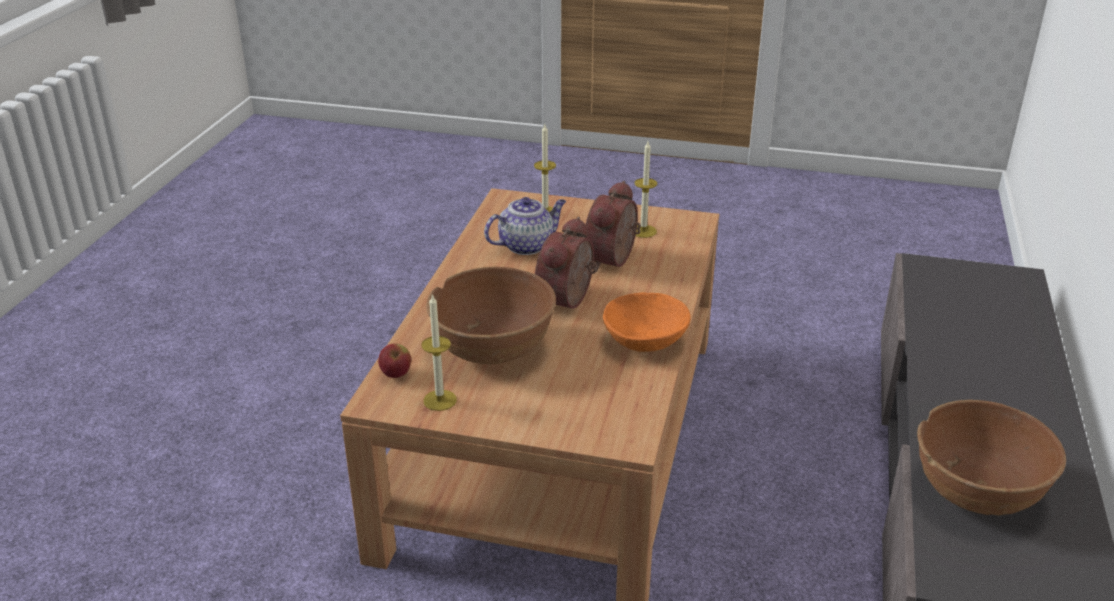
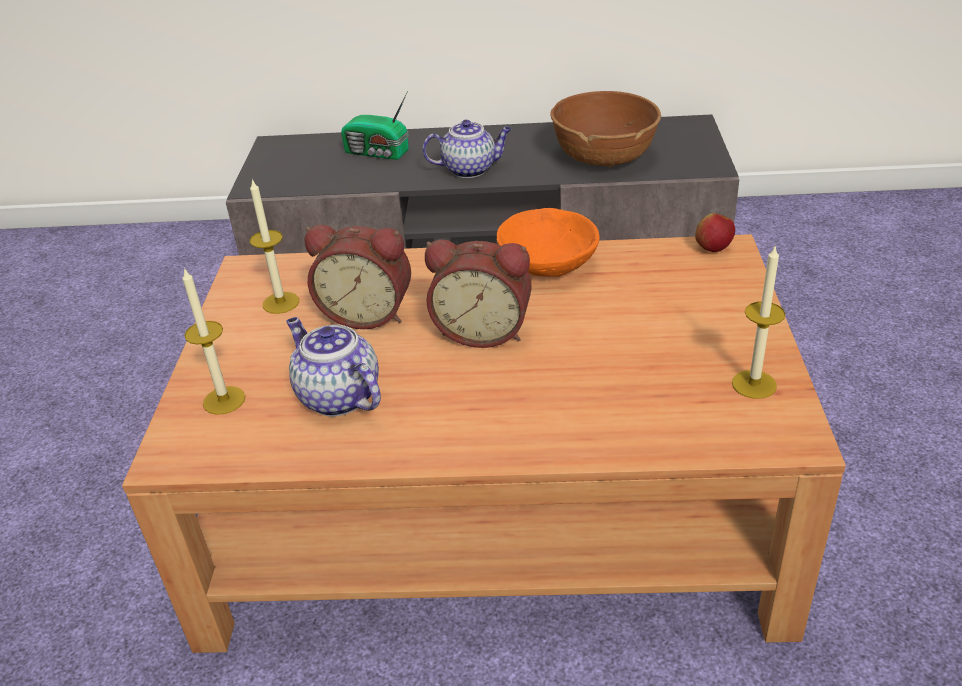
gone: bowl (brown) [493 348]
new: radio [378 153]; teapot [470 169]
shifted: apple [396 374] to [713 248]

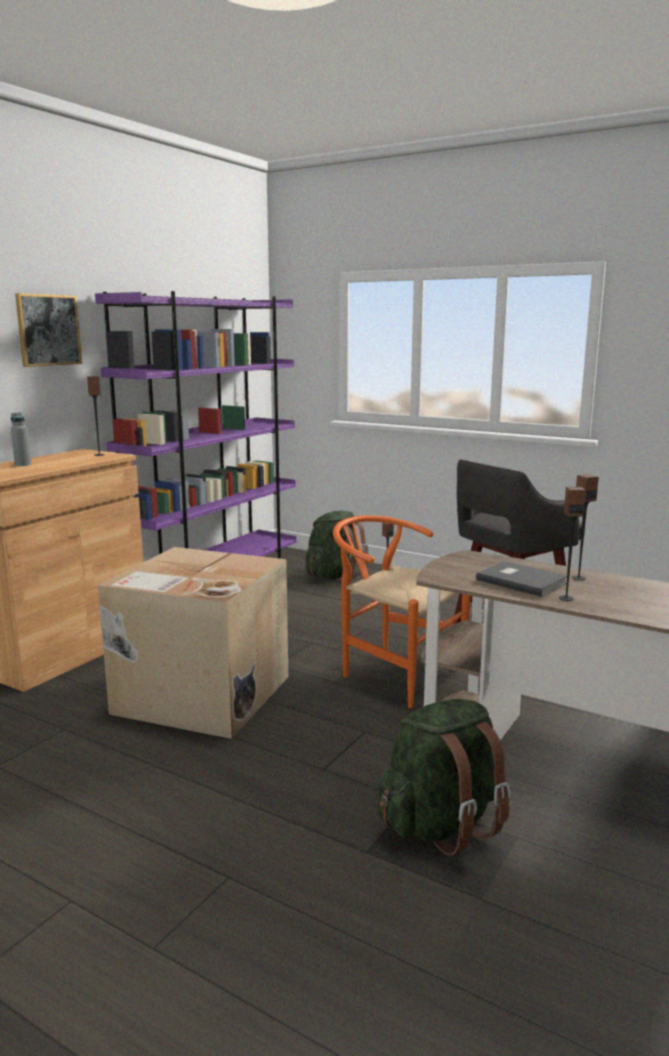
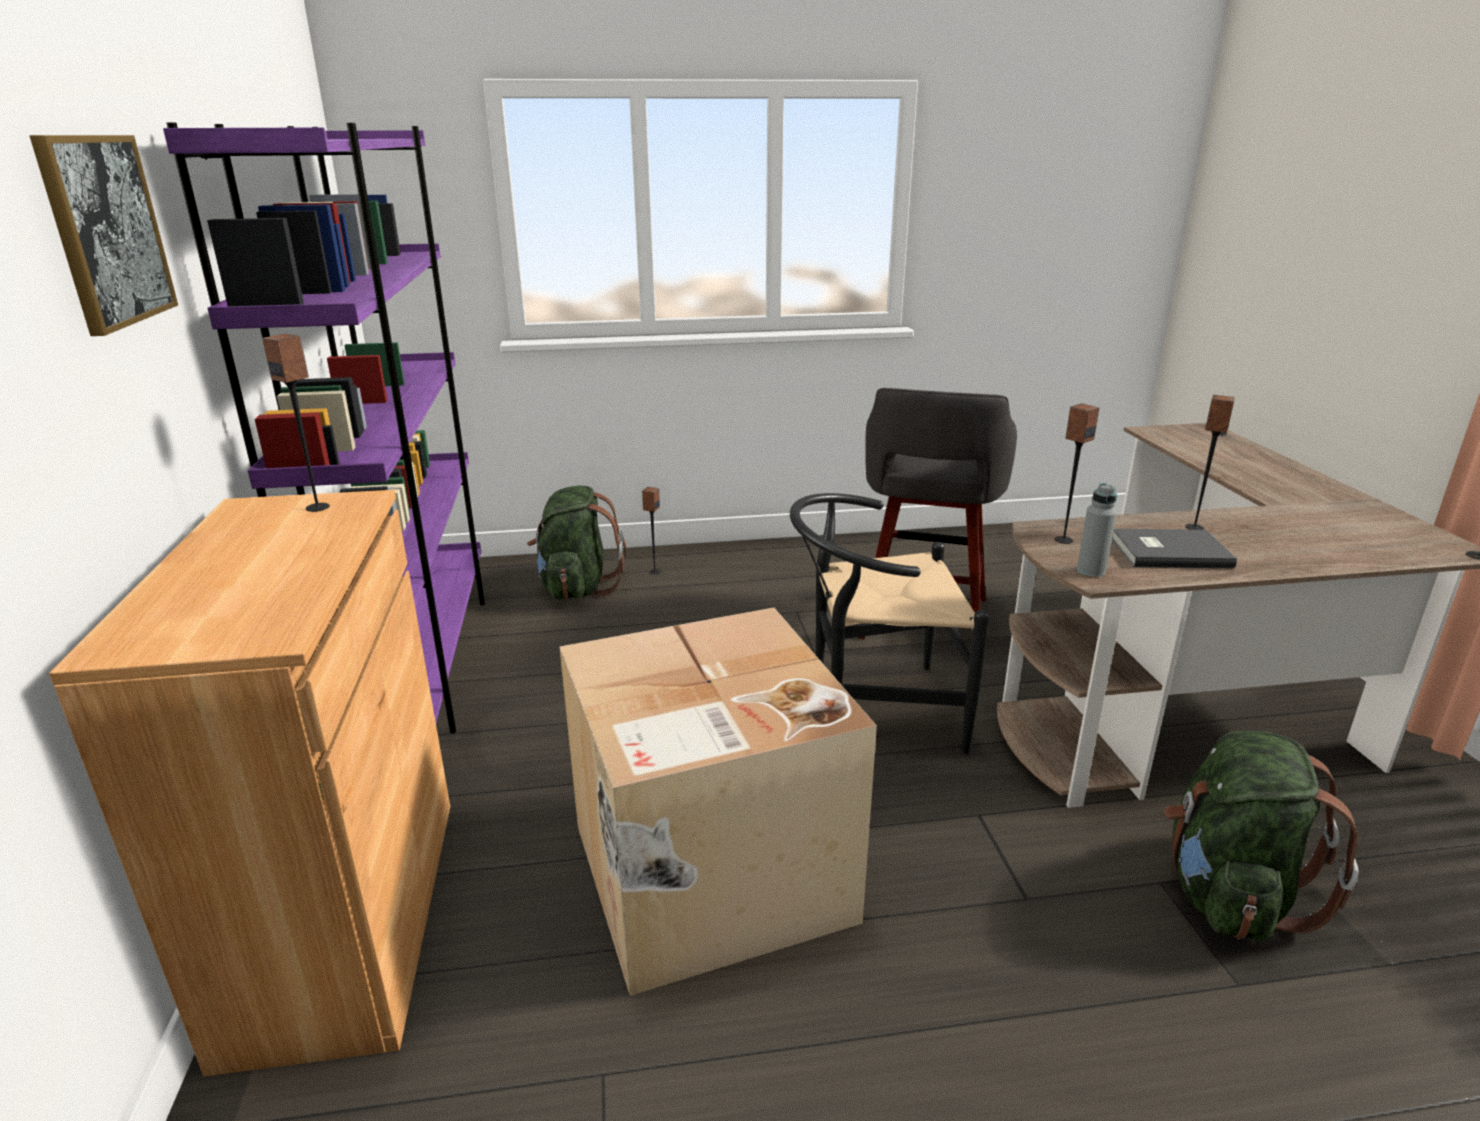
shifted: bottle (grey) [23 464] to [1091 571]; speaker [566 598] to [1063 540]
repainted: chair (orange) [393 672] to chair (black) [872 710]

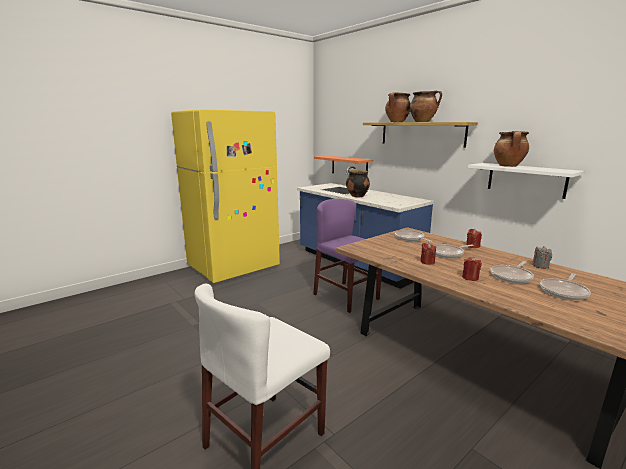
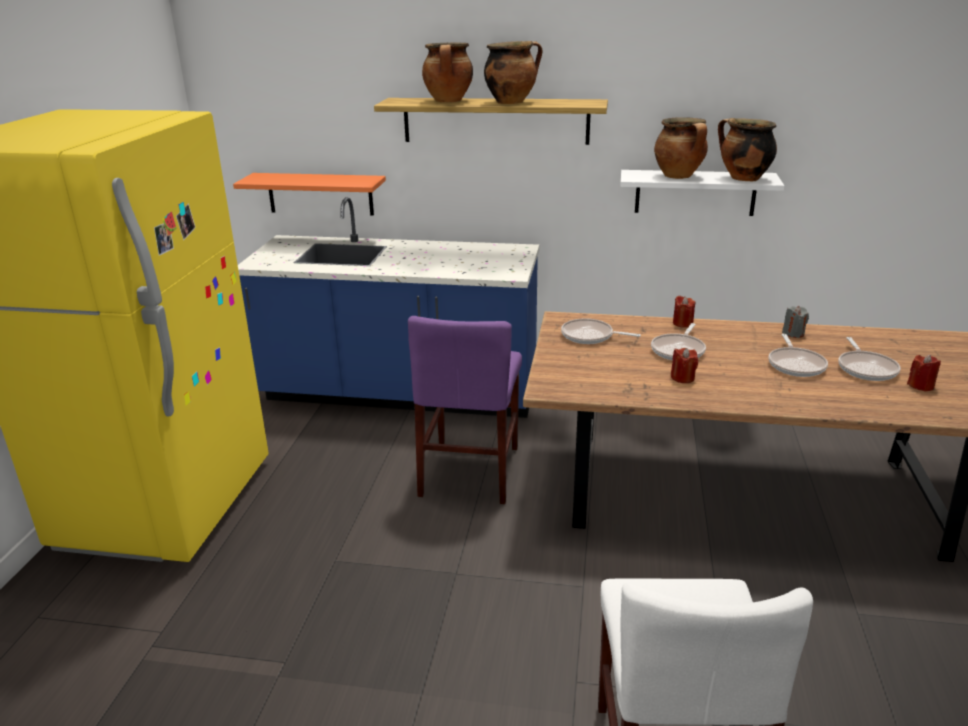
shifted: cooking pot [356 196] to [743 178]; candle (red) [470 278] to [920 386]
rotated: chair (purple) [346 297] = [470 471] 90 degrees counterclockwise

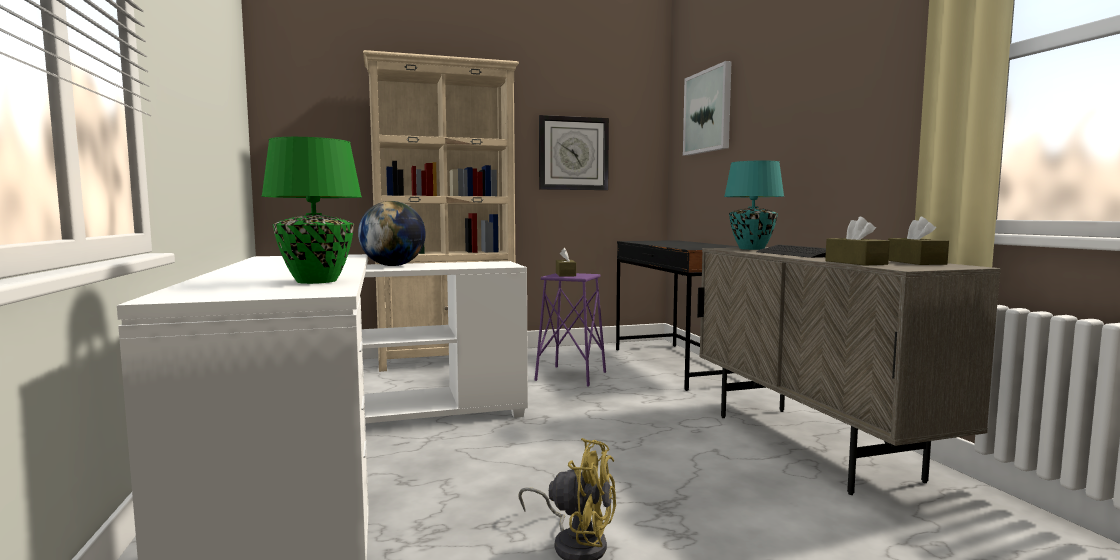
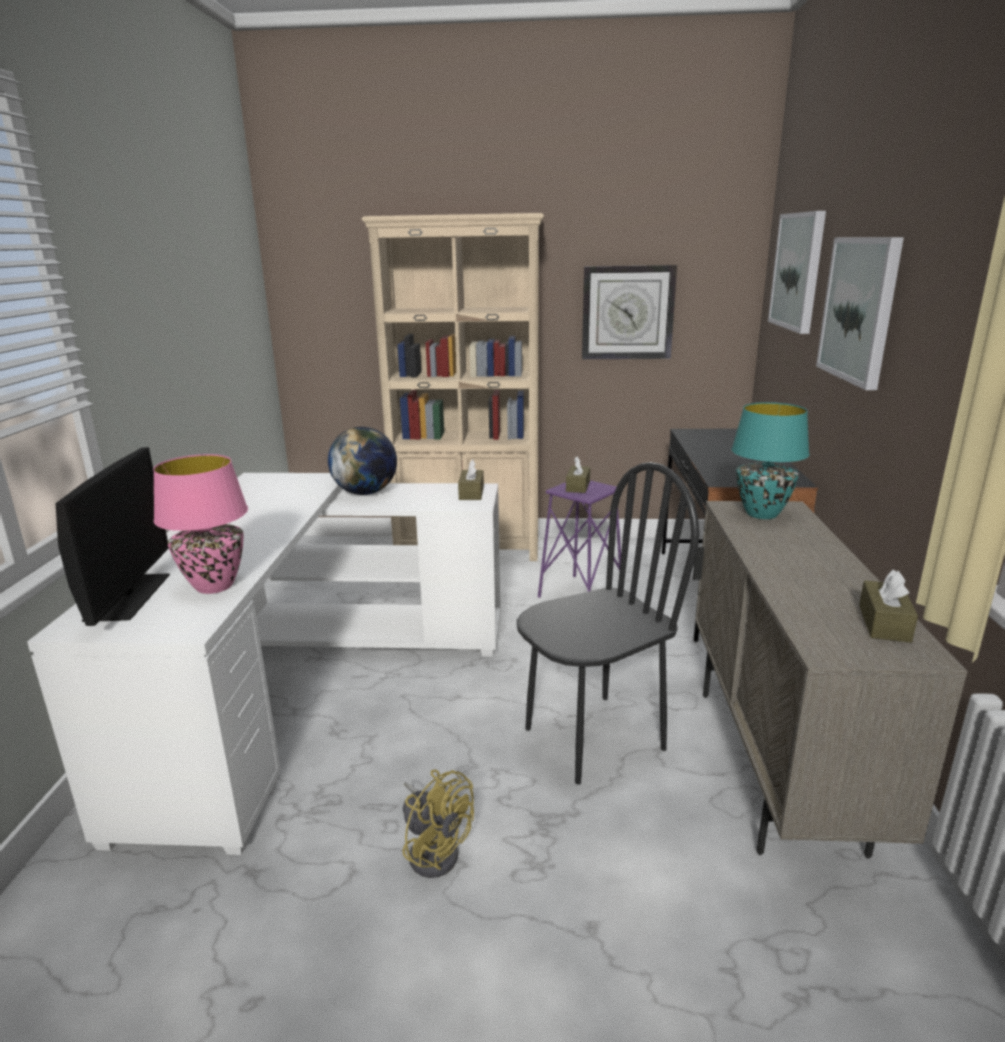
gone: keyboard [795 254]
new: monitor [128 597]; chair (black) [593 738]; picture [860 309]
shifted: tissue box (brown) [855 262] to [471 493]
repainted: table lamp (green) [318 281] to table lamp (pink) [215 586]

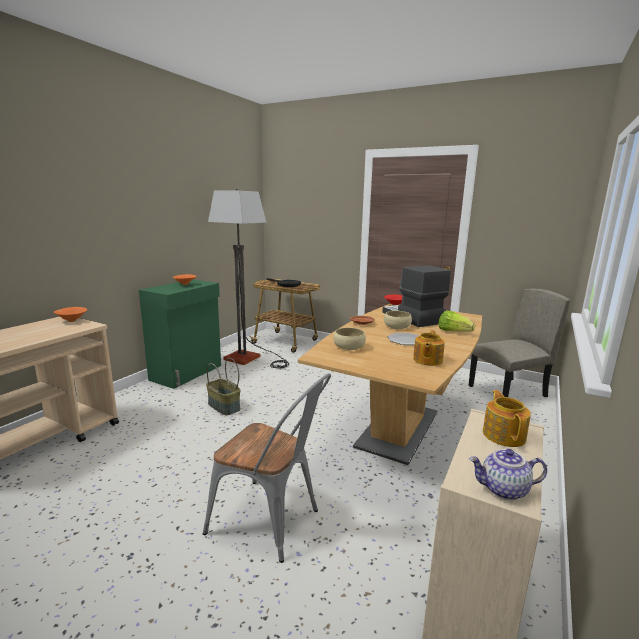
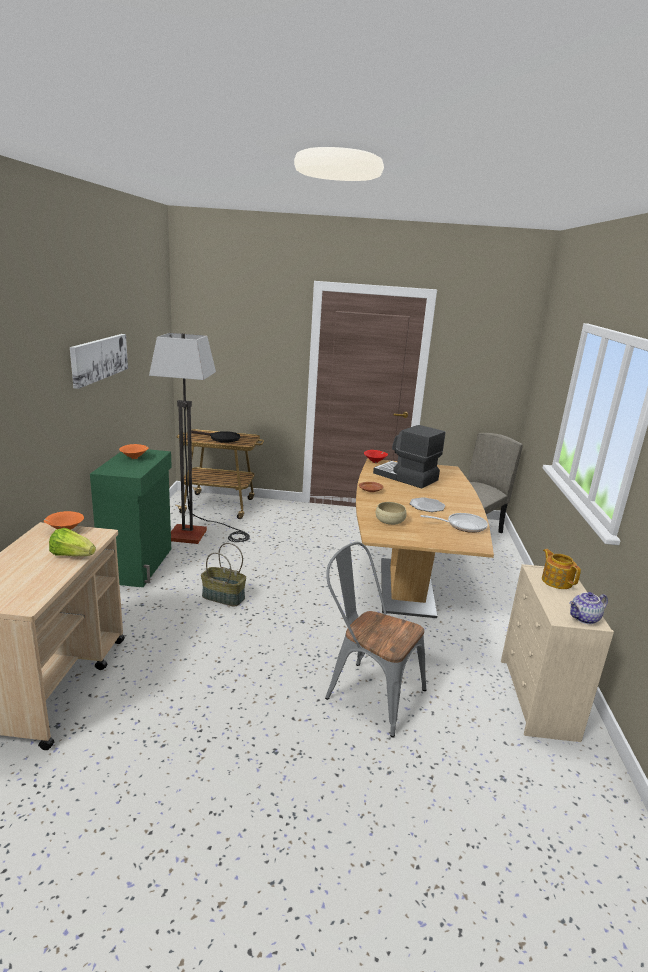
gone: bowl (beige) [397 327]
new: picture [99 358]
shifted: lettuce [453 332] to [72 555]
swapped: teapot [427 360] to frying pan [462 525]
rotated: chair (grey) [272 522] = [367 692] 150 degrees counterclockwise

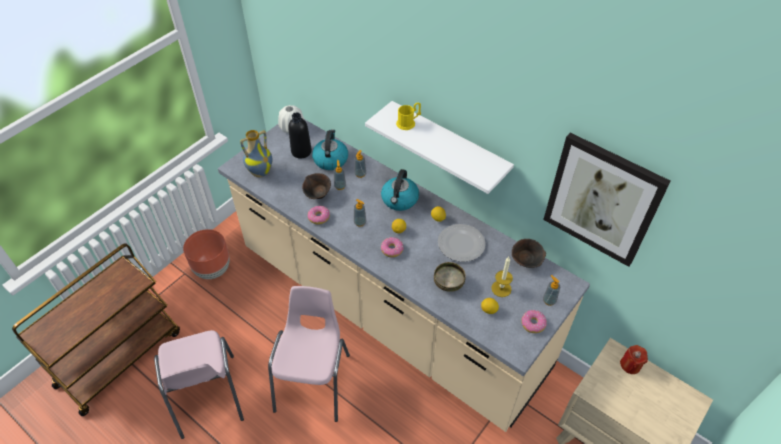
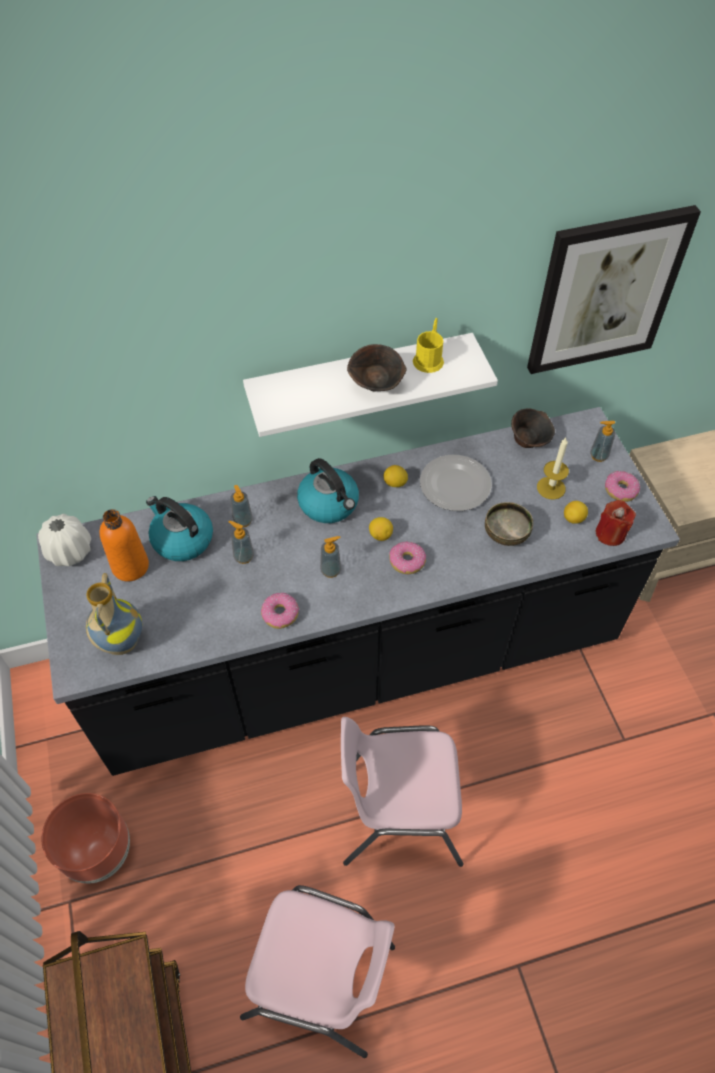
shifted: bowl (brown) [318 195] to [376 385]; mug (yellow) [408 123] to [429 358]; candle (red) [630 365] to [610 534]
repainted: counter (beige) [390 309] to counter (black) [357 656]; bottle (black) [301 151] to bottle (orange) [130 566]
rotated: chair (pink) [314 382] = [398 814] 45 degrees counterclockwise

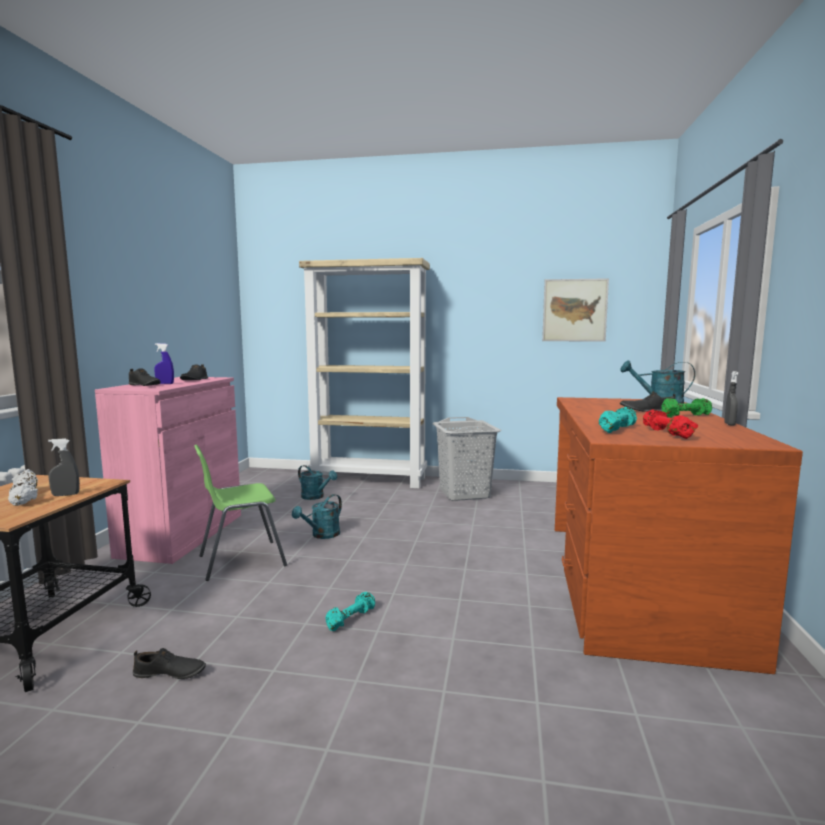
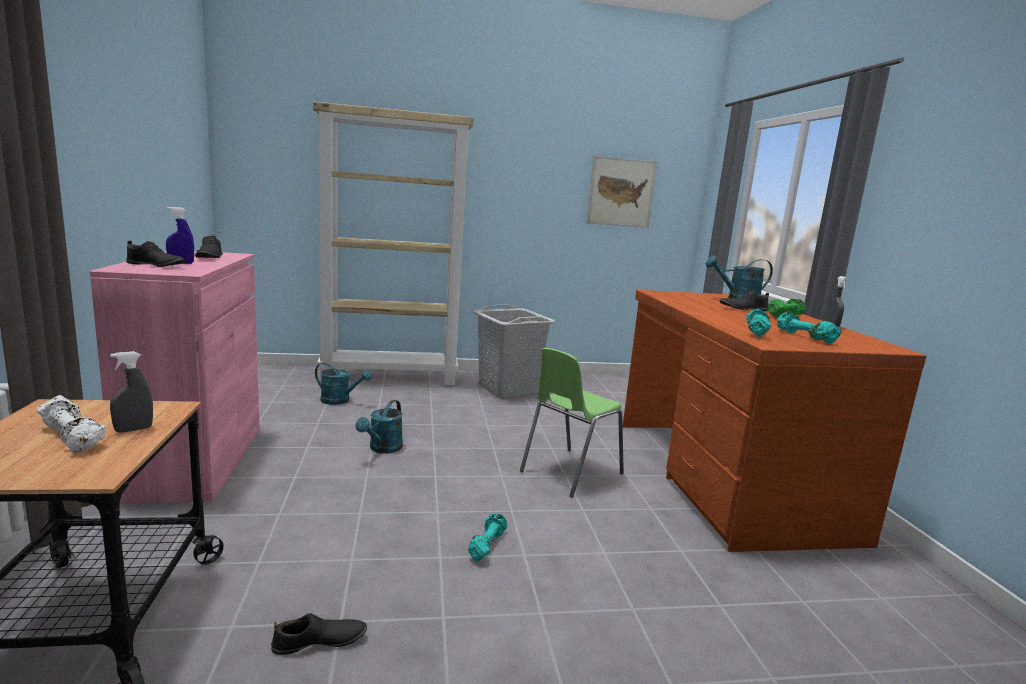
shifted: chair (green) [241 560] to [569 472]
repainted: dumbbell (red) [666 433] to dumbbell (turquoise) [803 337]

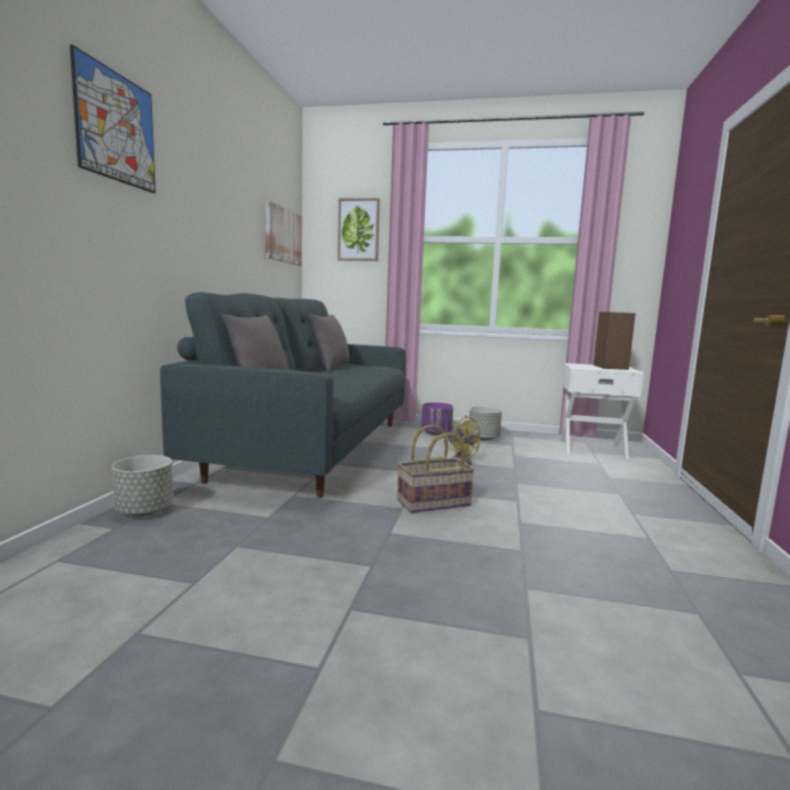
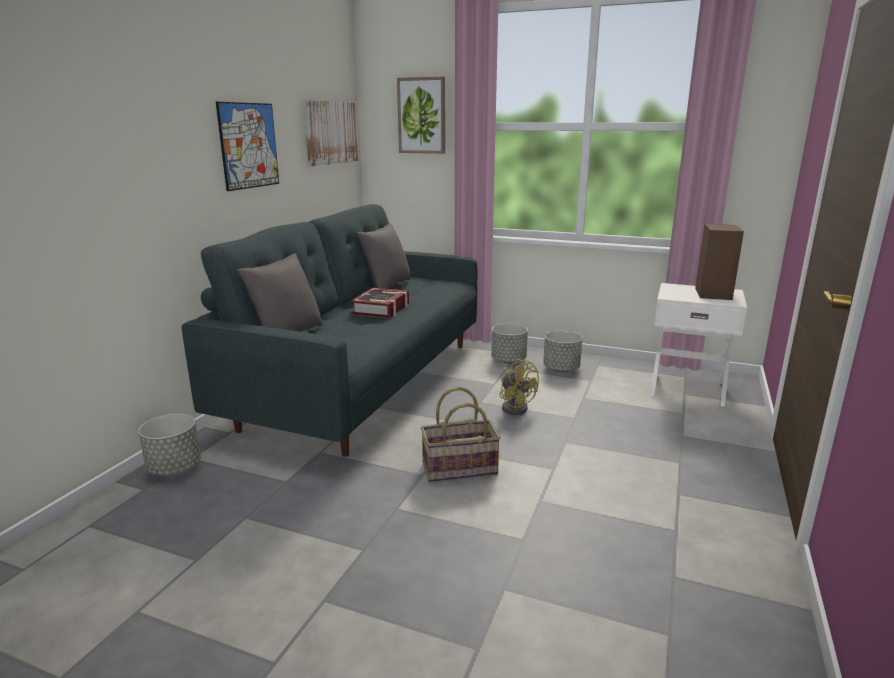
new: book [381 309]
shifted: picture [116 127] to [249 145]
repainted: planter (purple) [436 433] to planter (grey) [508 360]

